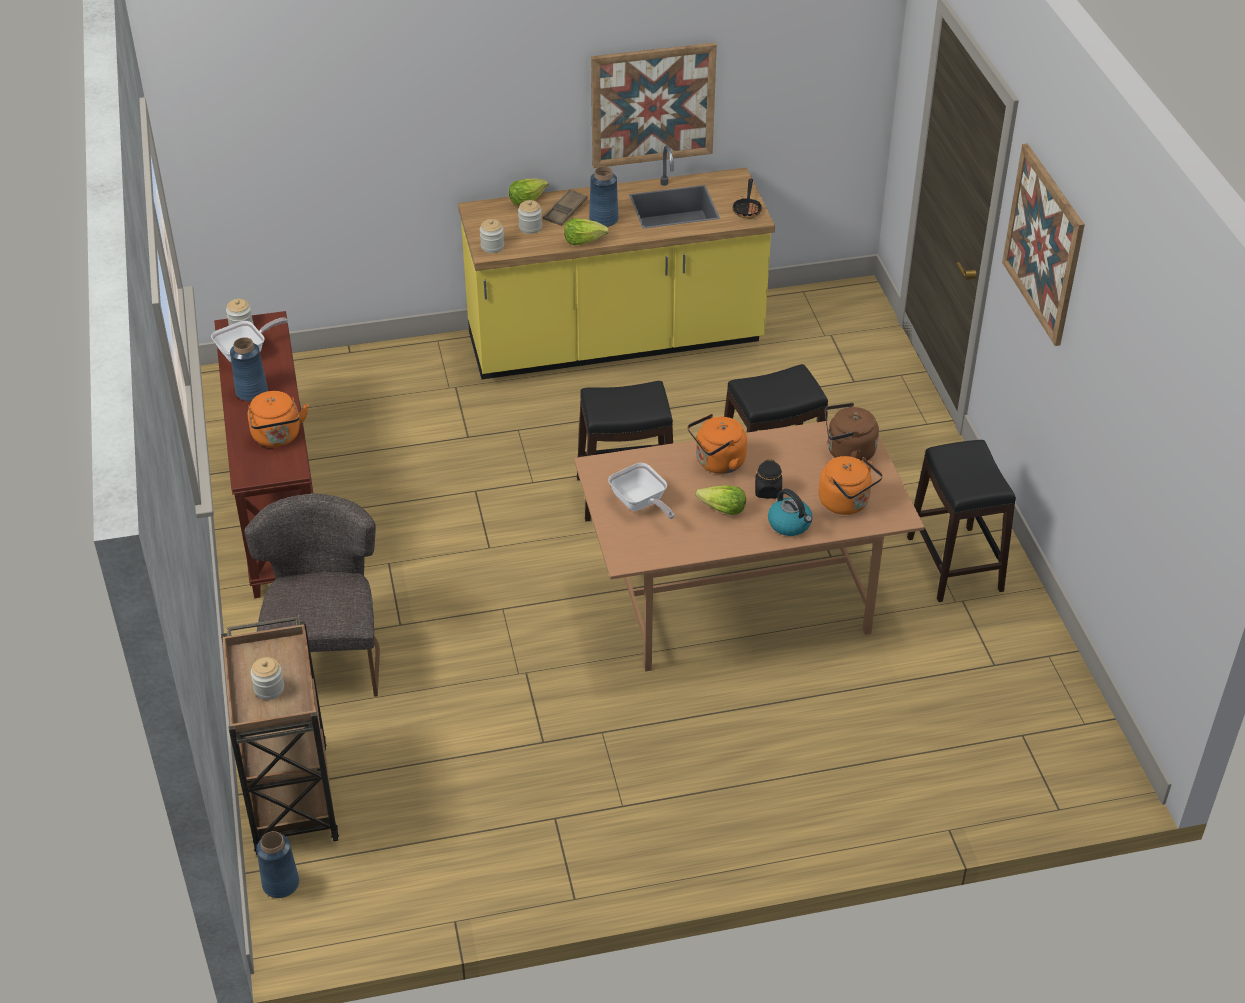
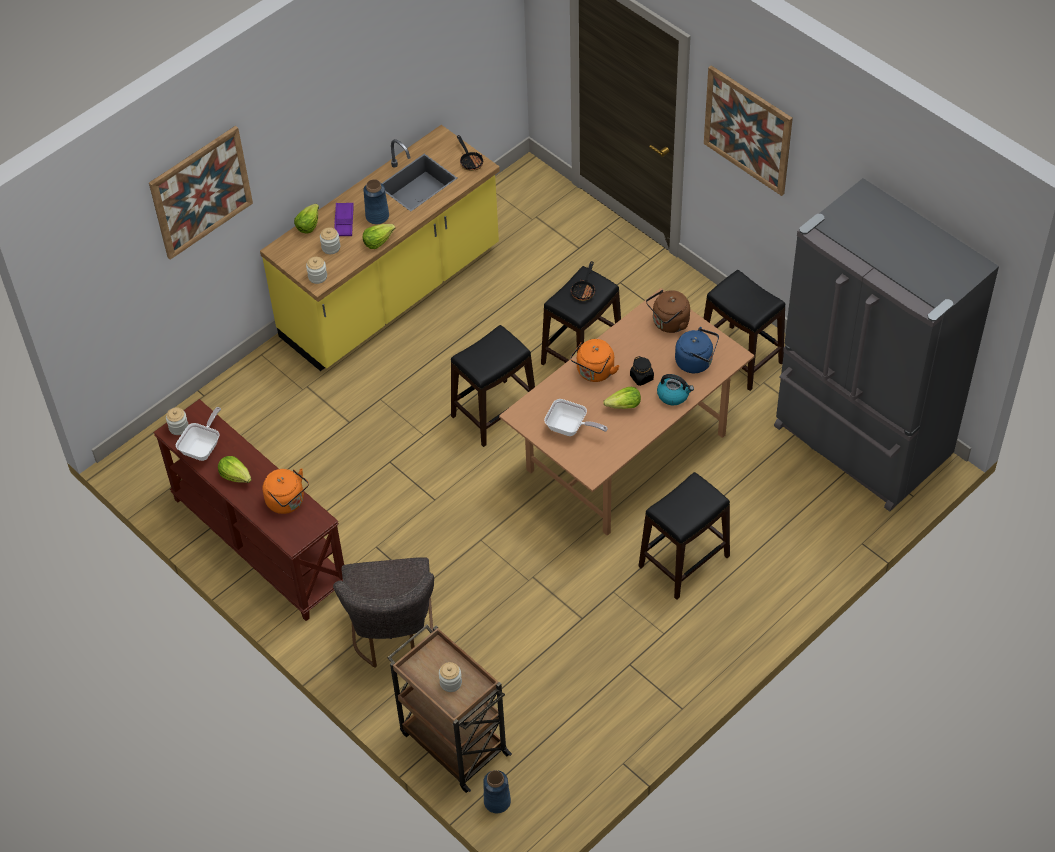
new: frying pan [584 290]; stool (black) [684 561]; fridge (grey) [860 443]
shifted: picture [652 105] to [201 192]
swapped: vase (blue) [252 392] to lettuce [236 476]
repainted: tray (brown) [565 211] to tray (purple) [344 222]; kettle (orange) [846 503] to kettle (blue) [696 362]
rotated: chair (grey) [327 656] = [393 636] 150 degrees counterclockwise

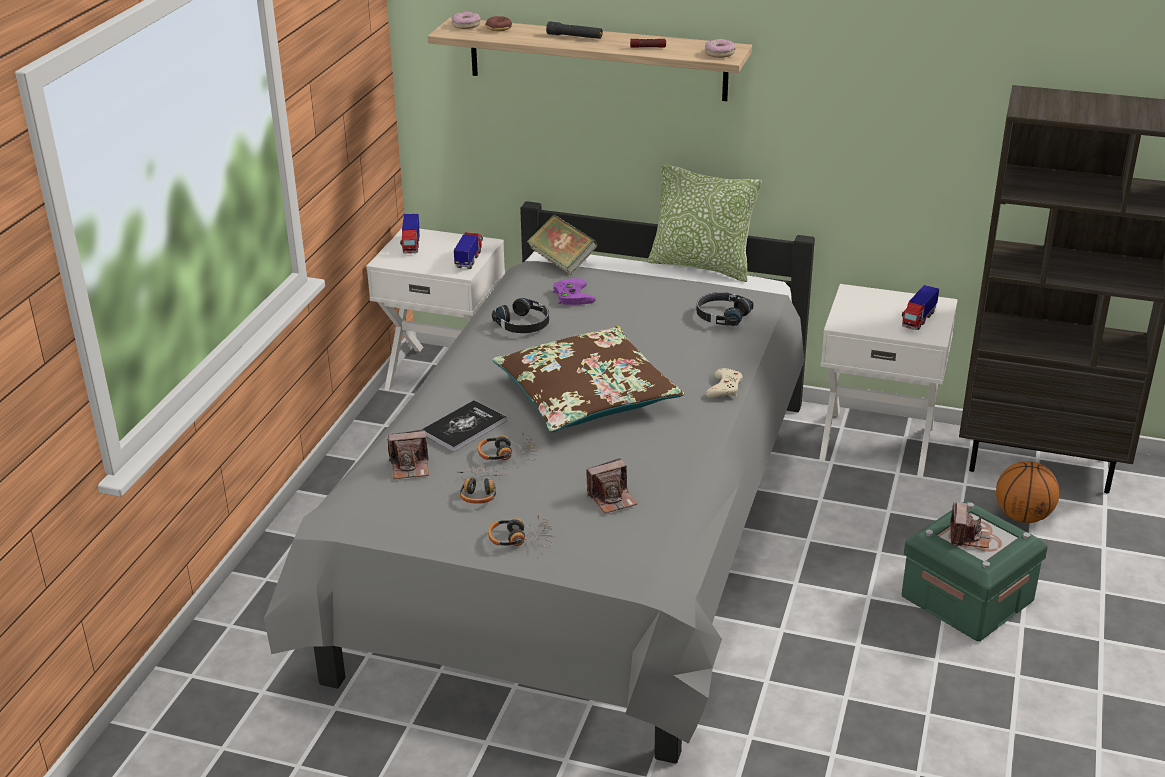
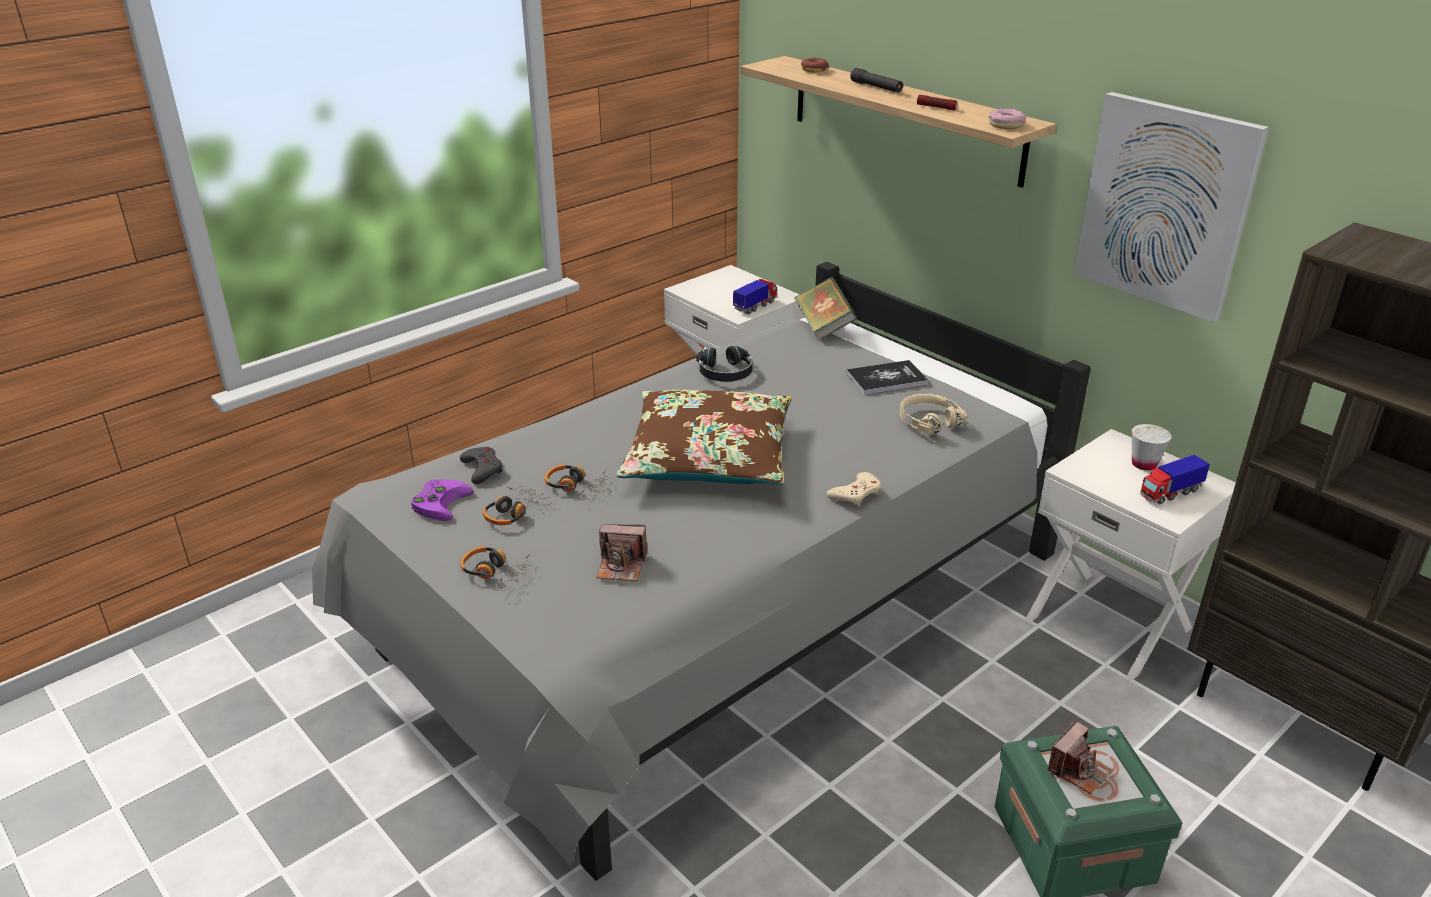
gone: toy truck [411 245]; donut [466 25]; pillow [702 266]; basketball [1023 516]
new: picture [1165 205]; cup (white) [1144 464]
shifted: book [464 427] to [886 379]; game controller (purple) [571 295] to [440 502]
swapped: photo camera [410 467] to game controller (grey) [482 469]
repainted: headphones (black) [721 316] to headphones (beige) [928 421]

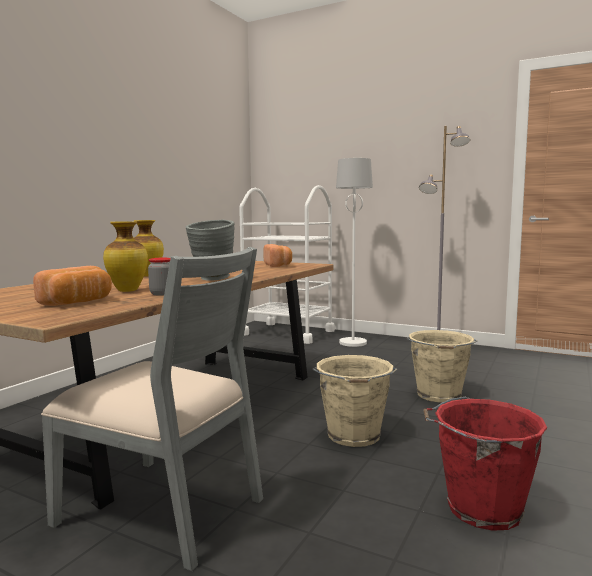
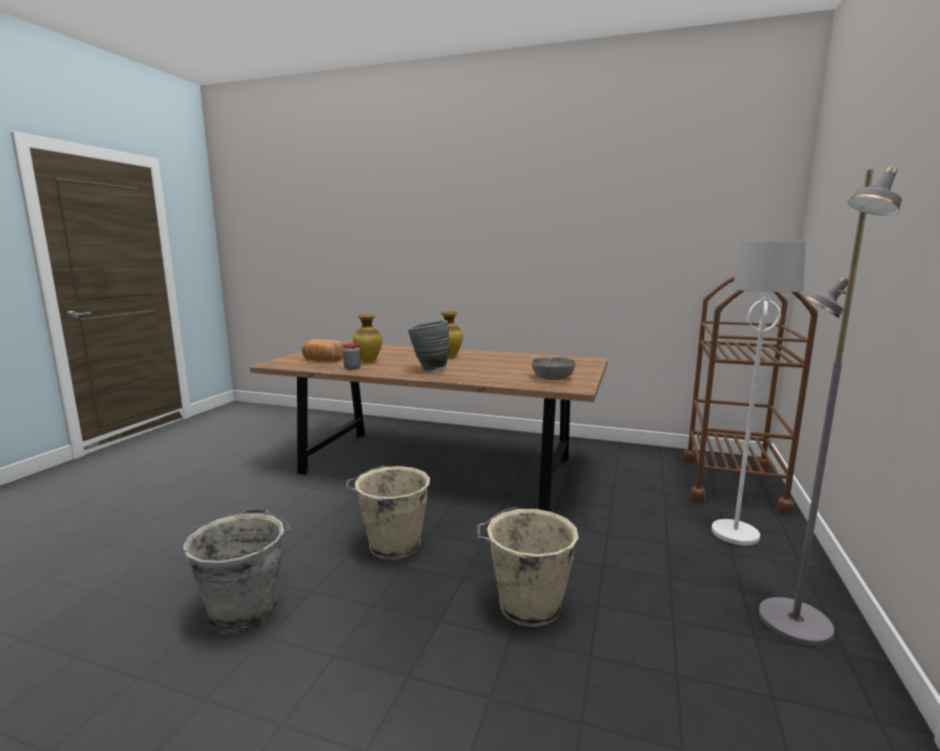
gone: chair (grey) [164 510]
swapped: bread [278 265] to bowl (grey) [552 378]
repainted: cart (white) [287 333] to cart (brown) [732 484]; bucket (red) [480 509] to bucket (grey) [245 611]

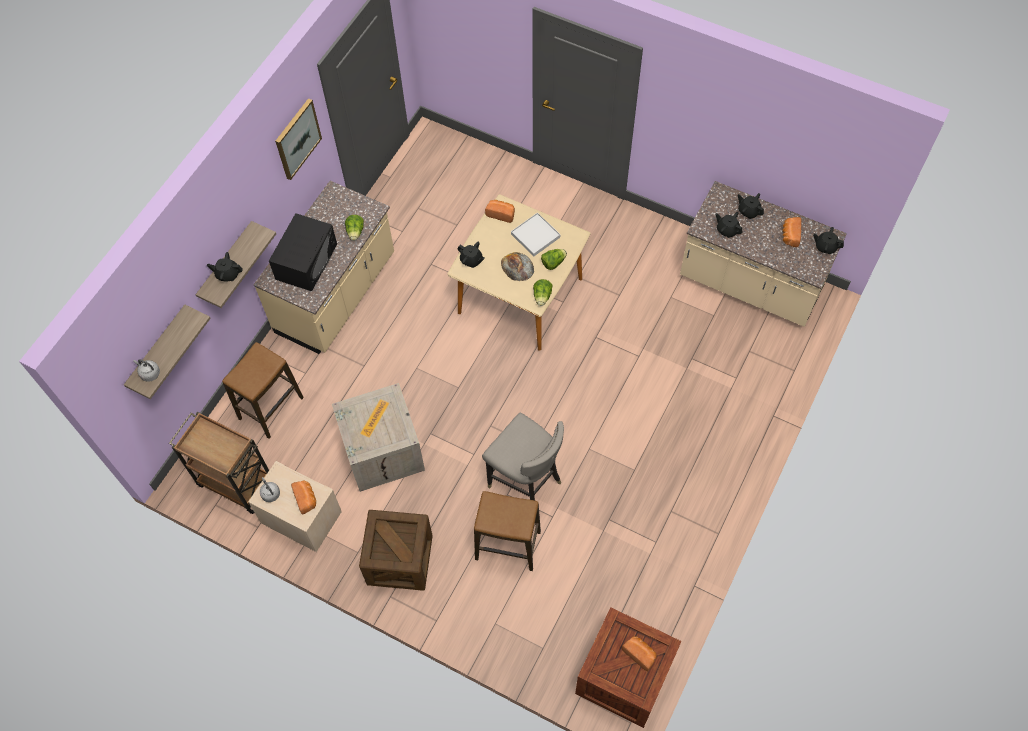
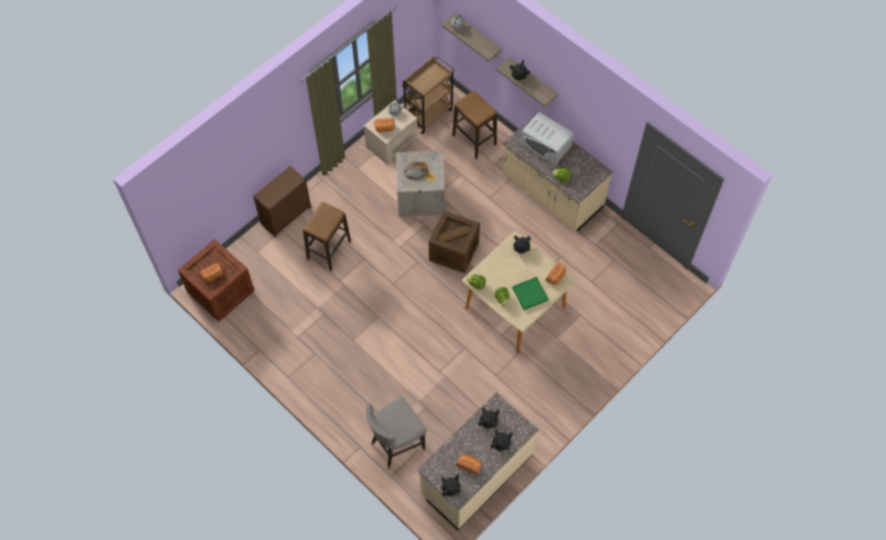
gone: picture [297 138]
new: dresser (brown) [286 215]
shifted: crate [400 560] to [454 251]; stool (grey) [526 483] to [396 445]; bread [517 266] to [416 170]
repainted: microwave (black) [306 261] to microwave (white) [546 145]; tray (white) [535 236] to tray (green) [530 294]

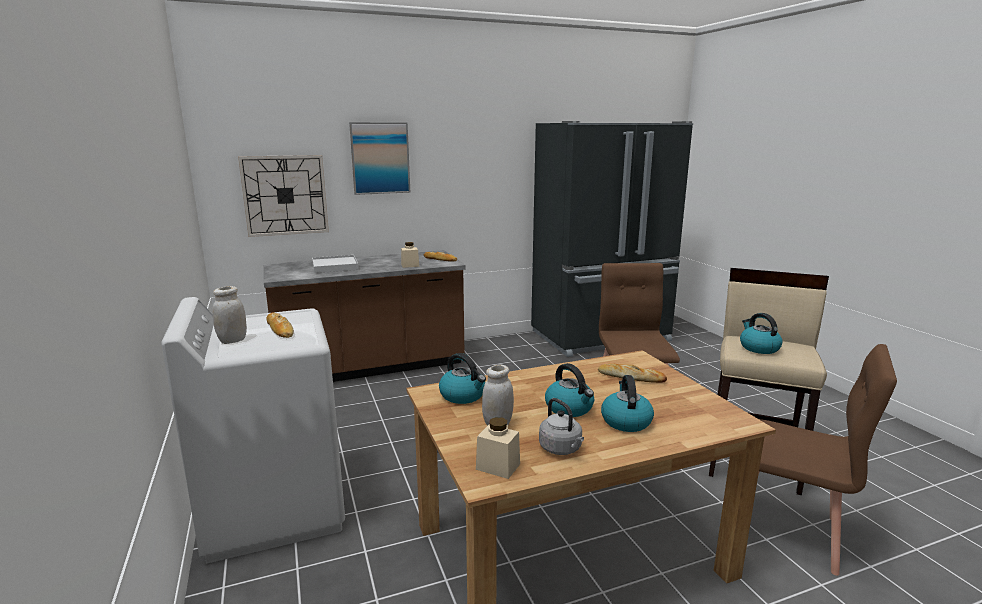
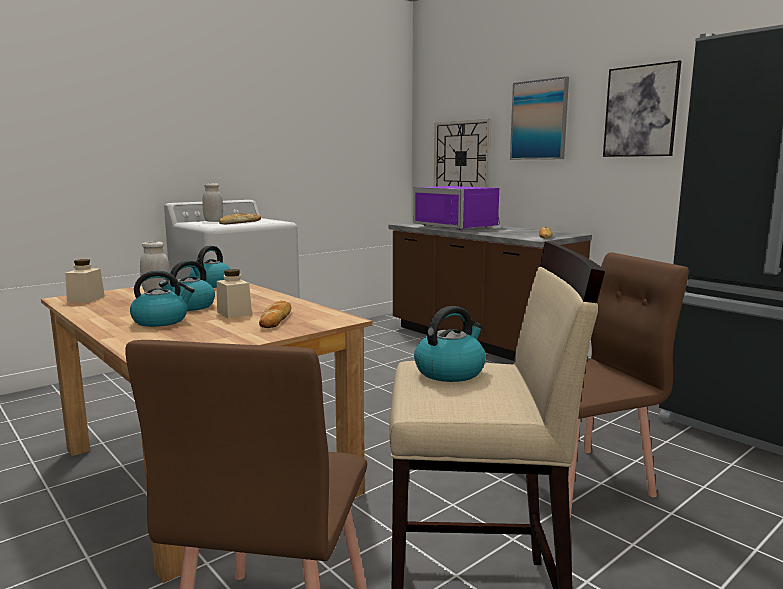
gone: kettle (grey) [561 449]
new: picture [641 111]
shifted: jar (beige) [410 265] to [234 313]
swapped: tray (white) [335 266] to microwave (purple) [459 226]

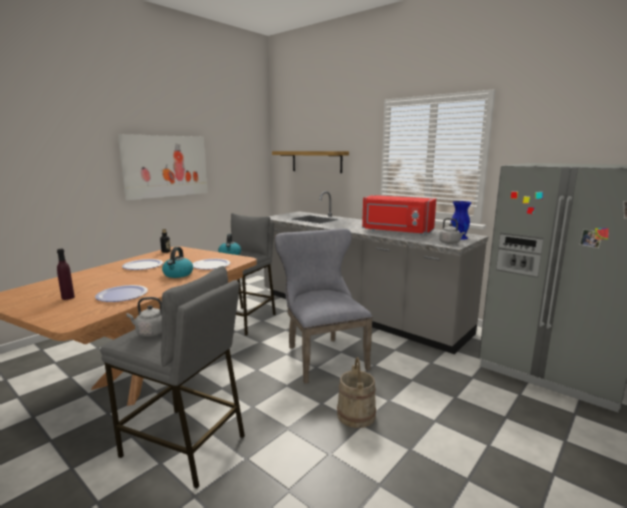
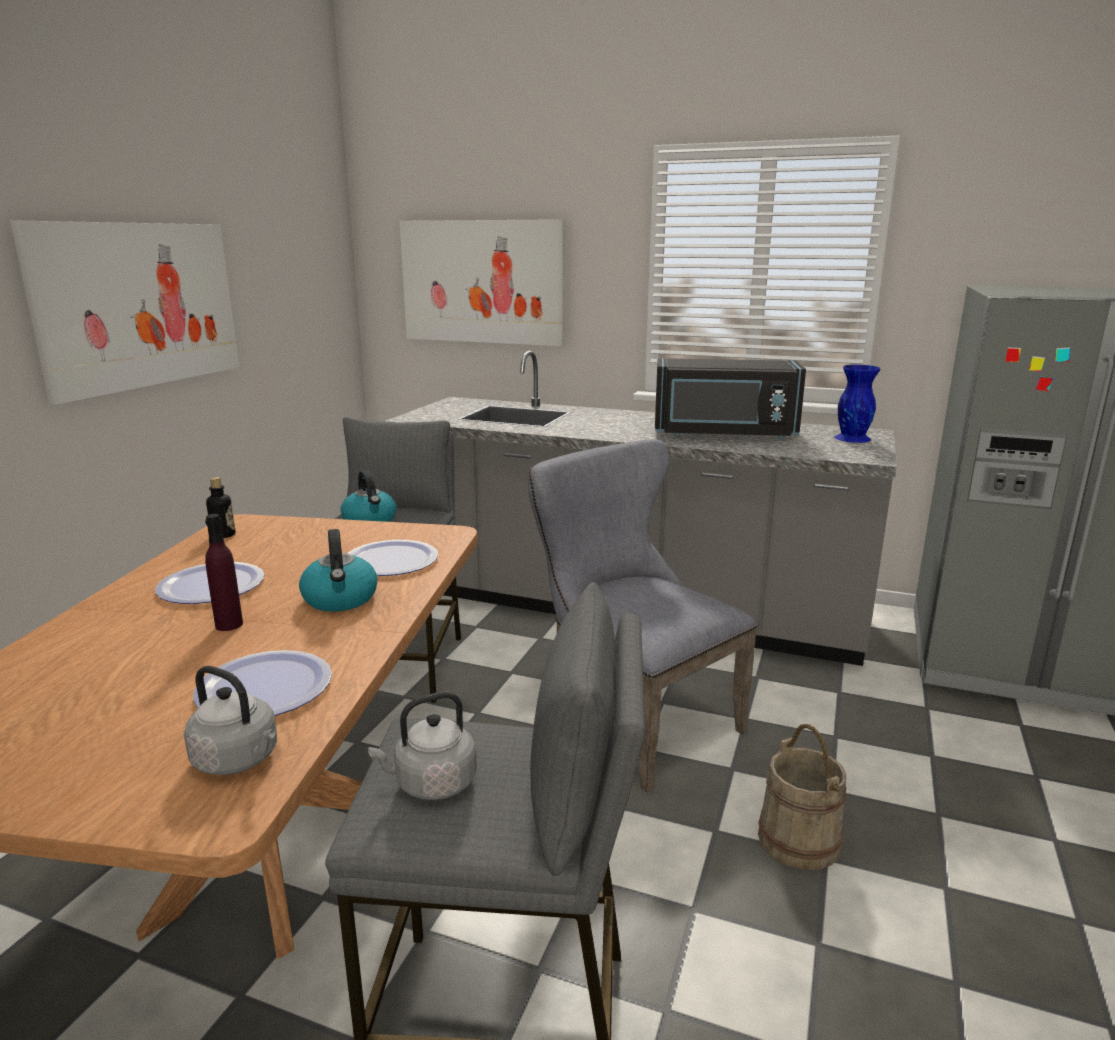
shifted: bottle (purple) [68 297] to [229 625]; kettle (grey) [450 243] to [239 760]
swapped: shelf [316 161] to picture [482 282]
repainted: microwave (red) [396 231] to microwave (black) [724 434]

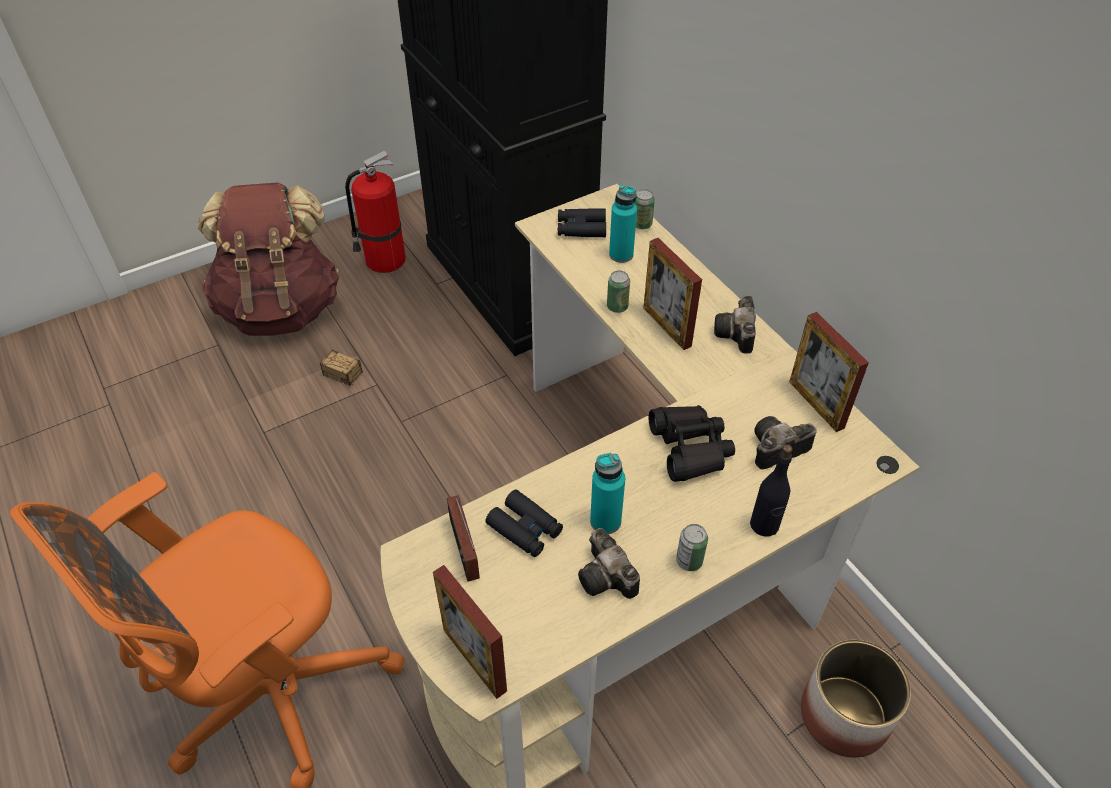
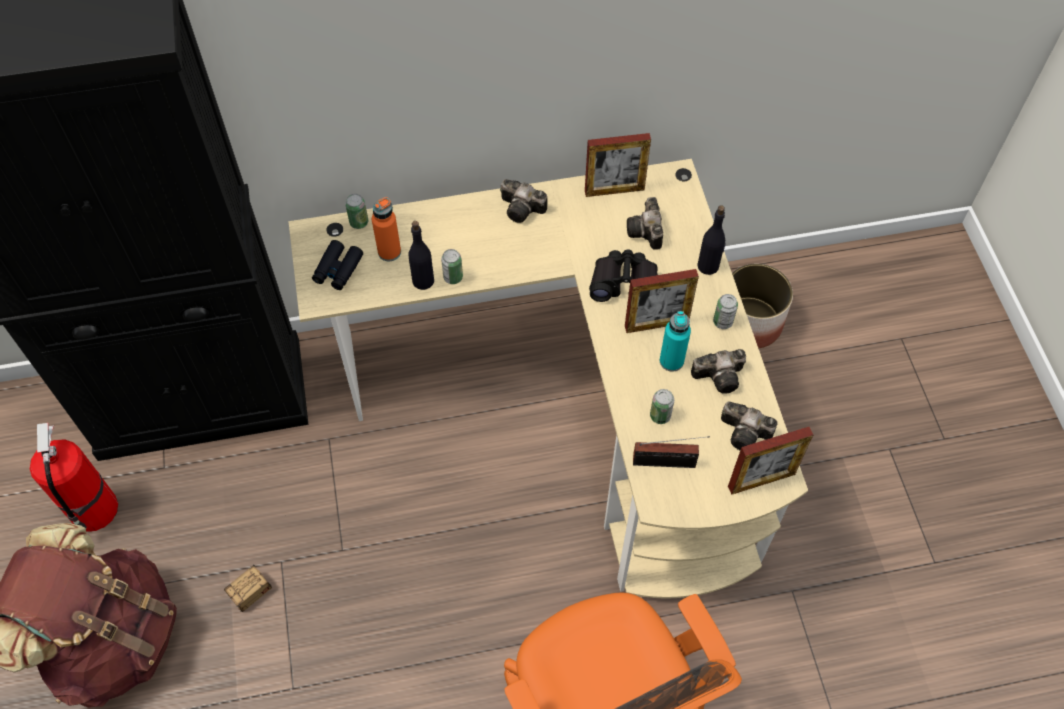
new: bottle (black) [423 280]; photo camera [747 433]
shifted: picture frame [667 326] to [656 324]
swapped: binoculars (black) [525 529] to can [660 416]
repainted: bottle (turquoise) [621 255] to bottle (orange) [389 252]

